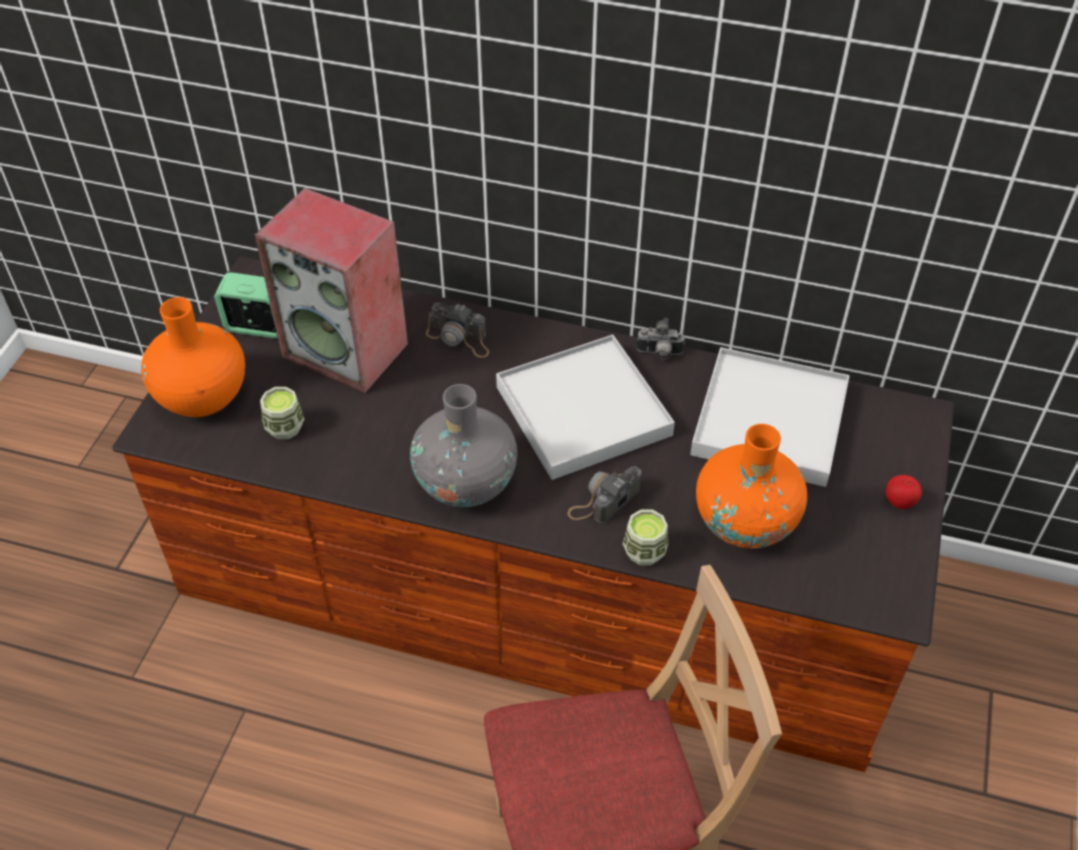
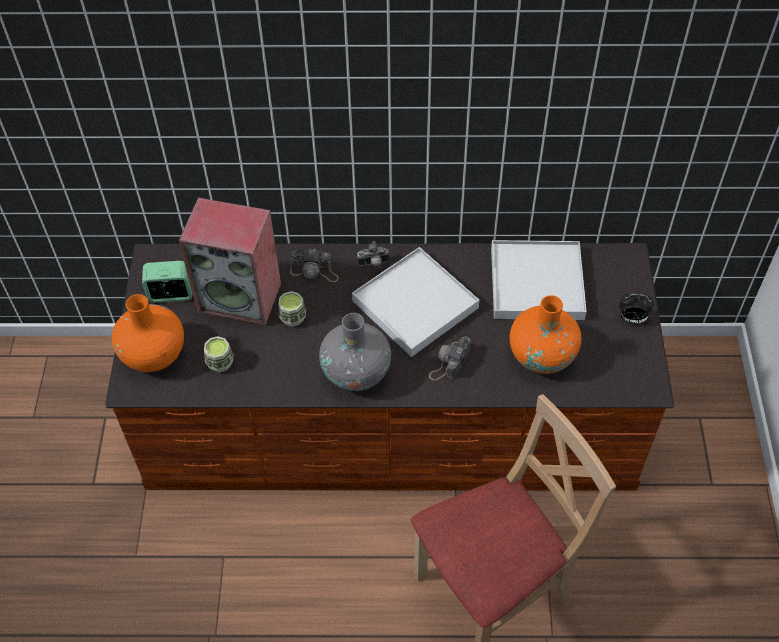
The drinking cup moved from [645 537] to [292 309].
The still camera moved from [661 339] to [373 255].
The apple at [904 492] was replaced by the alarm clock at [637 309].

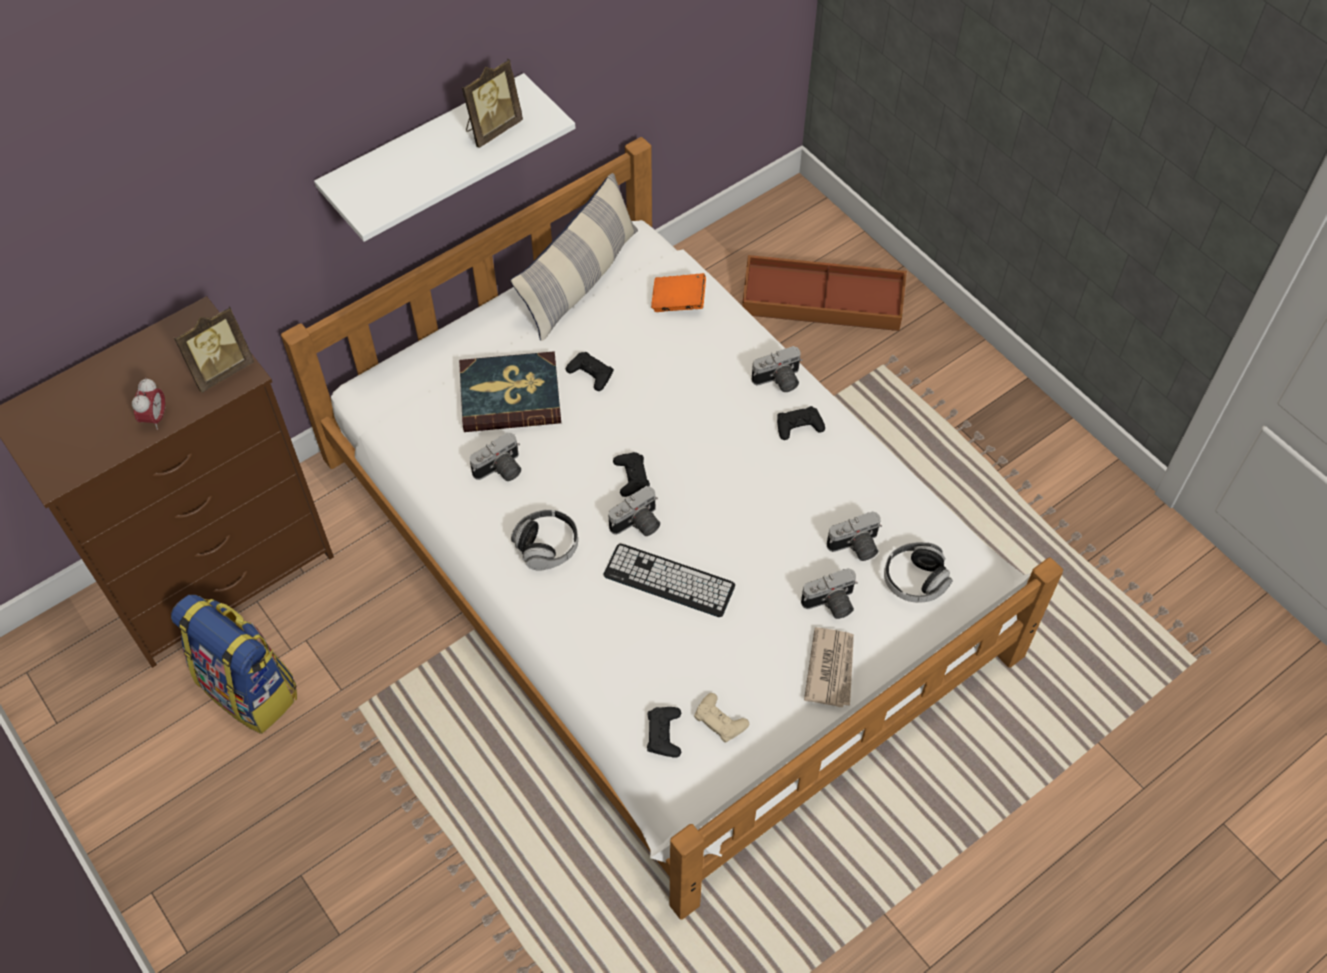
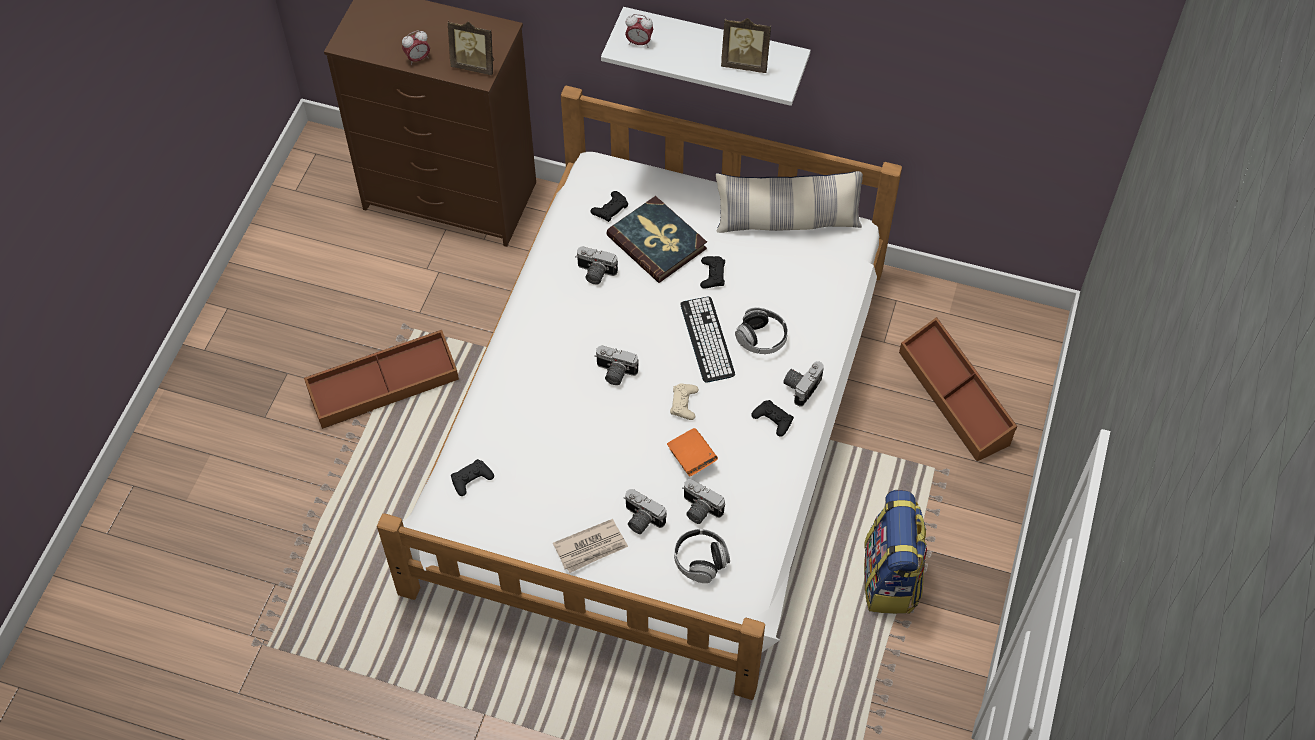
The brown-coloured storage bin at [381 379] appeared.
The alarm clock at [639 30] appeared.
The knapsack moved from [234 664] to [895 552].
The pair of headphones moved from [544 540] to [761 330].
The PC keyboard moved from [669 580] to [707 339].
The black-coloured game controller moved from [631 474] to [609 206].
The orangey volume moved from [678 292] to [692 452].
The sand-coloured game controller moved from [721 718] to [684 401].
The still camera at [777 369] turned 90 degrees clockwise.

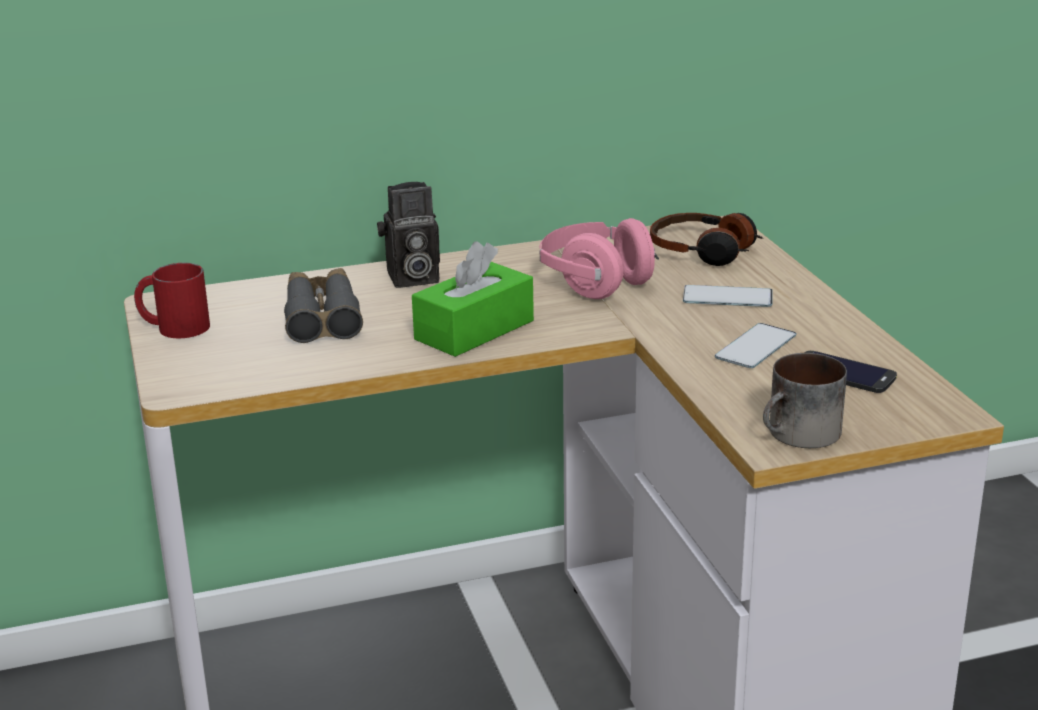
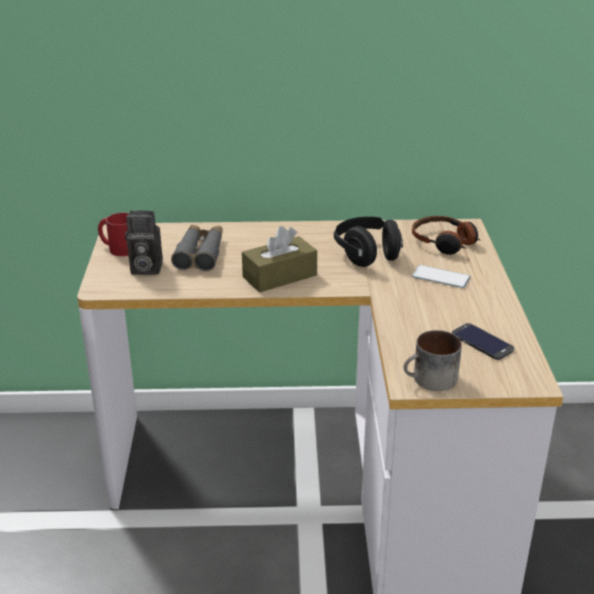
The phone at [756 345] disappeared.
The still camera moved from [408 235] to [144 242].
The greenish tissue holder at [473 299] became the brown-coloured tissue holder at [279 259].
The pinkish pair of headphones at [599 258] became the black-coloured pair of headphones at [368 242].

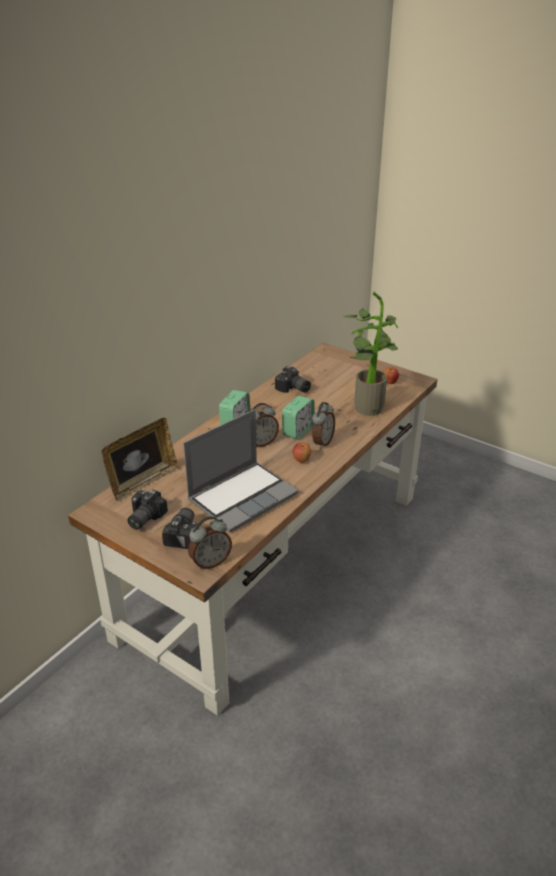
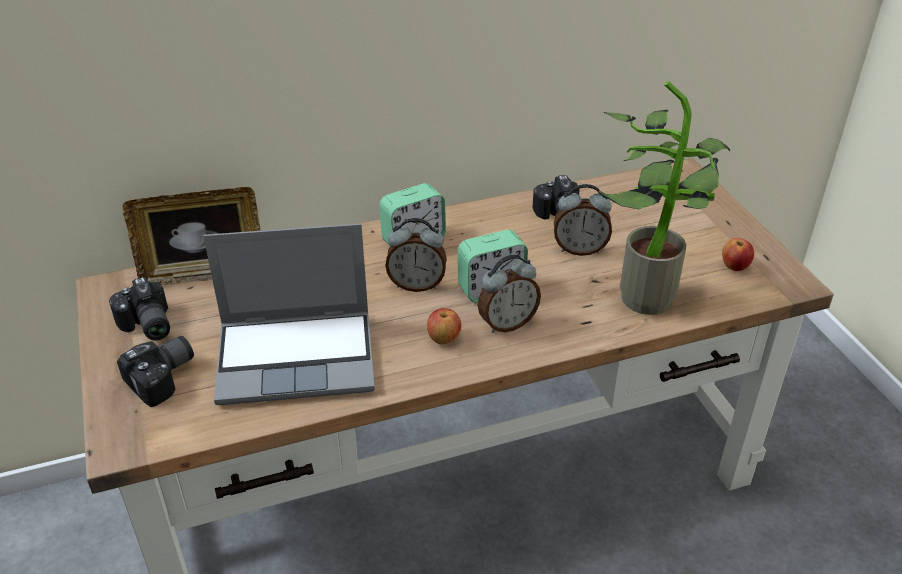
The alarm clock moved from [210 543] to [583 220].
The still camera at [148 509] turned 90 degrees counterclockwise.

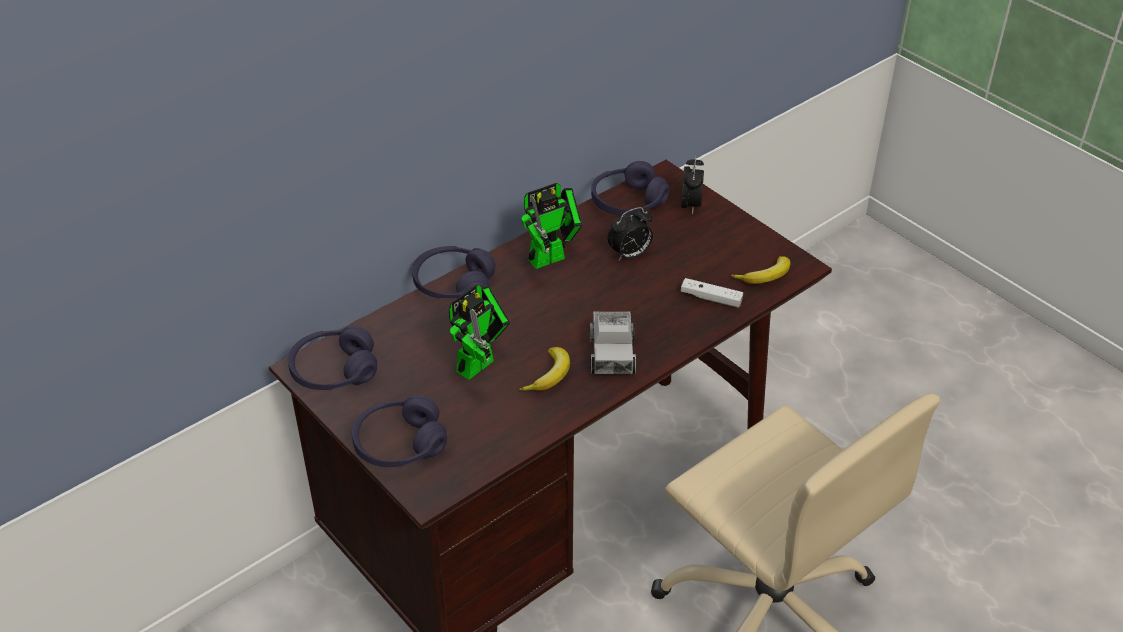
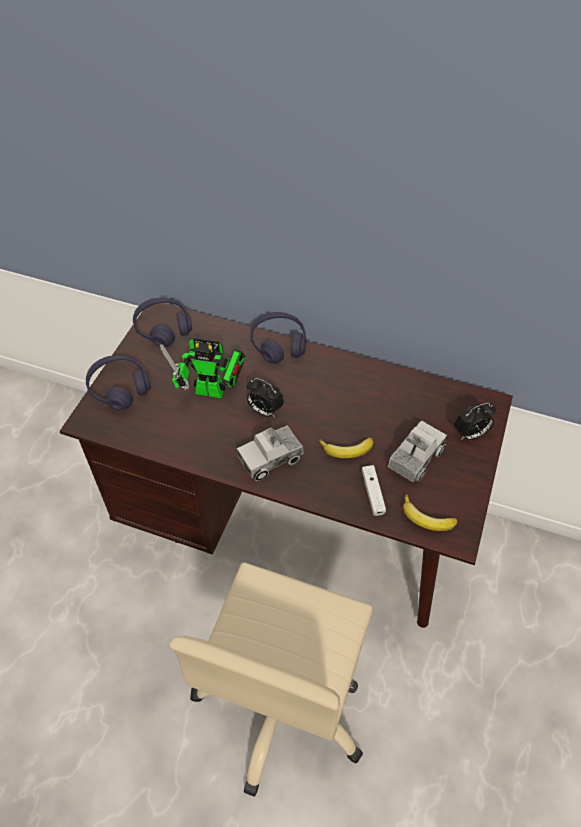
The model robot at [551 226] disappeared.
The purplish pair of headphones at [630 188] disappeared.
The toy lorry at [417 451] appeared.
The whole banana moved from [544 369] to [346 448].
The alarm clock moved from [630 233] to [265 397].

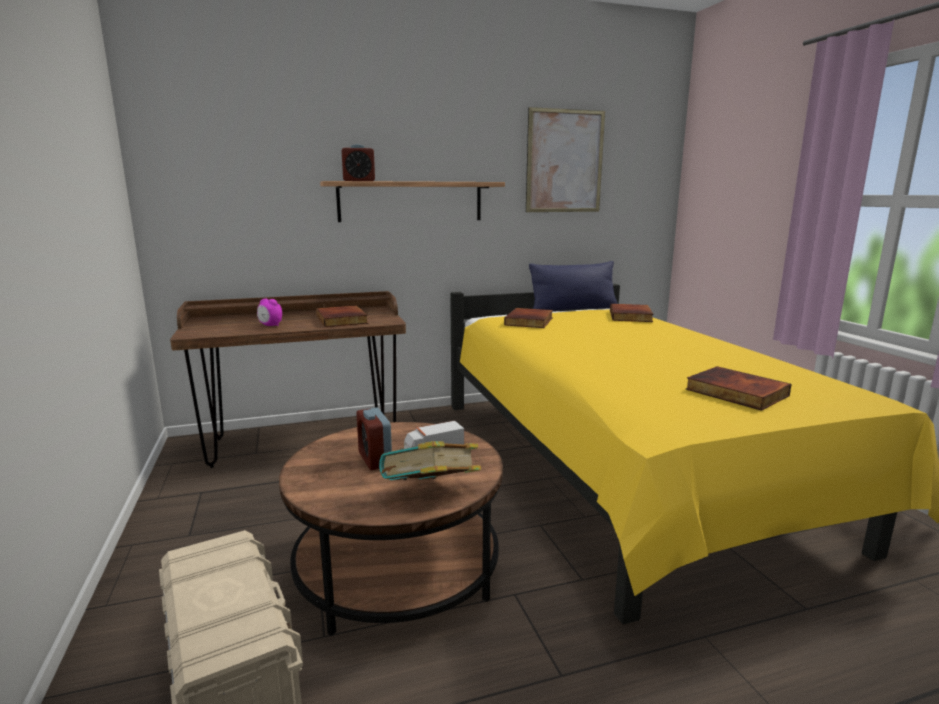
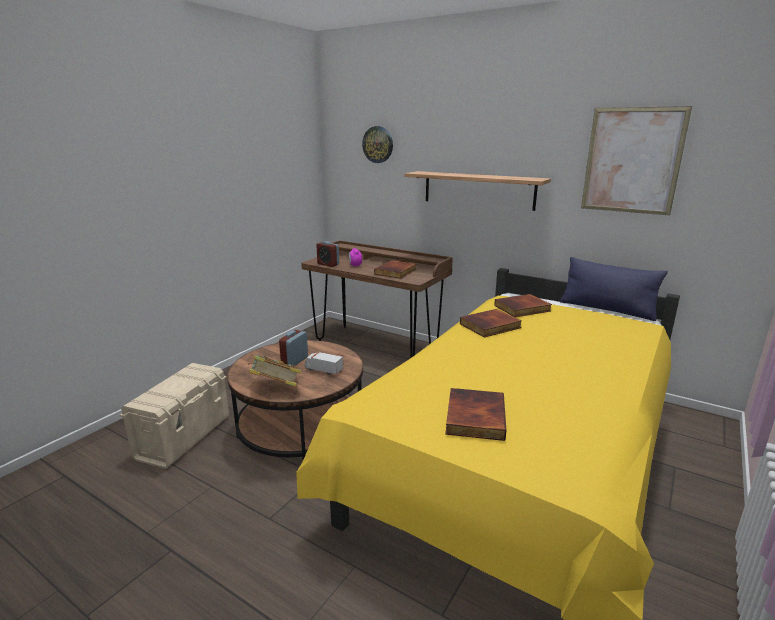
The clock on the wall at [377 144] appeared.
The alarm clock moved from [358 162] to [327 254].
The volume moved from [632 313] to [491 323].

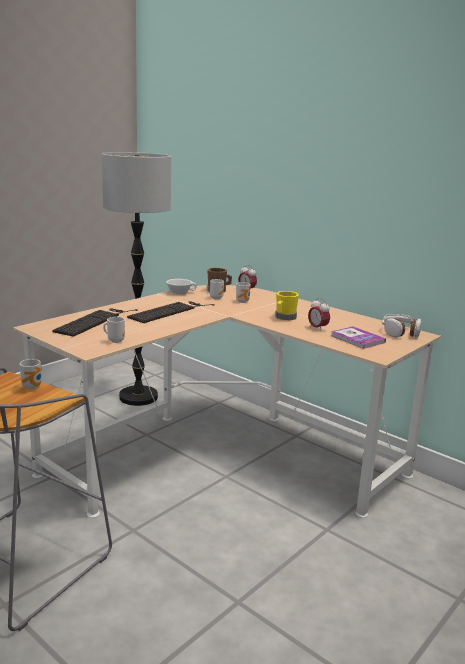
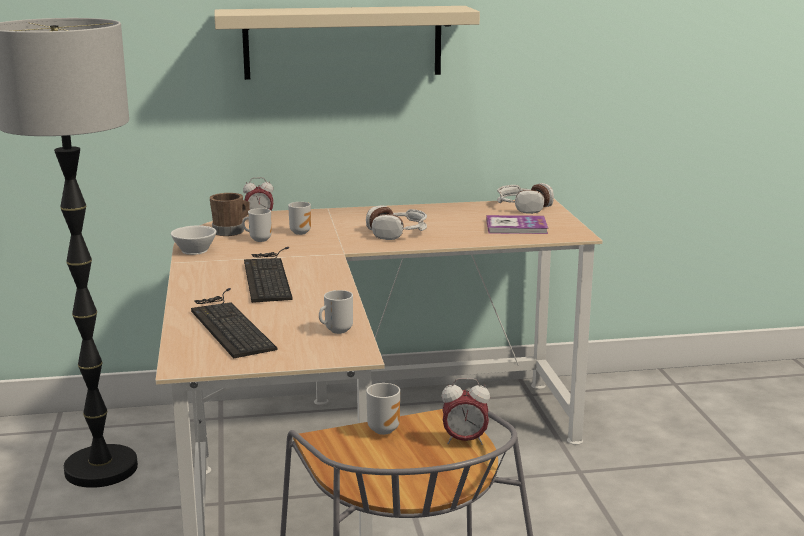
The sand-coloured wall shelf at [347 43] appeared.
The alarm clock moved from [319 315] to [465 411].
The yellow coffee mug at [287 306] was replaced by the pair of headphones at [396 222].

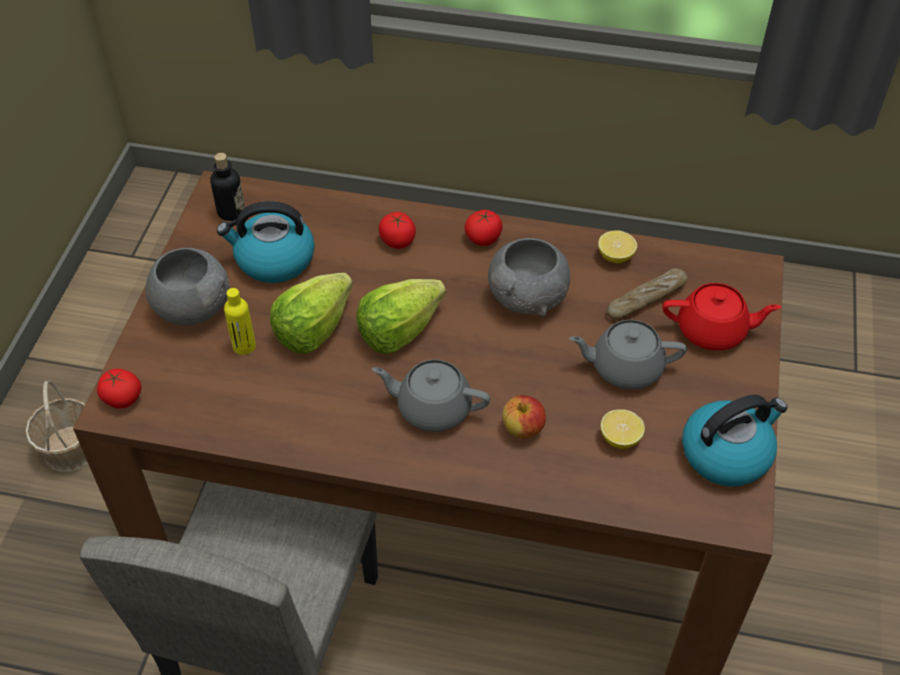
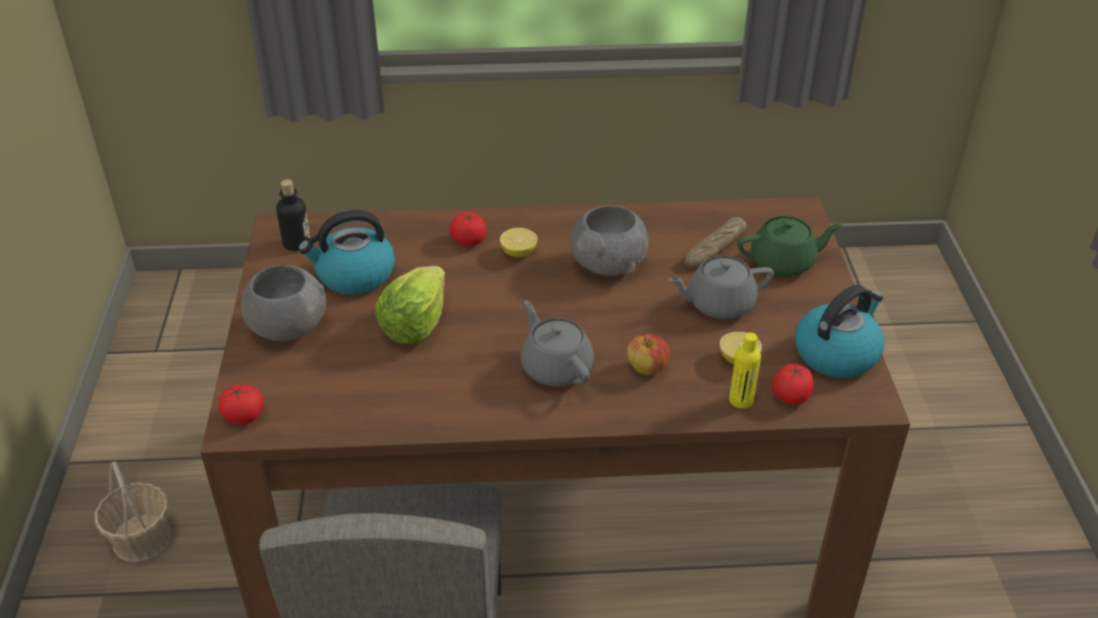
The head of lettuce at [401 316] disappeared.
The yellow beverage bottle moved from [240 321] to [745 371].
The whole tomato moved from [484 228] to [793 384].
The citrus fruit moved from [617 246] to [518 242].
The red pot for tea at [721 317] became the greenish pot for tea at [789 246].
The greyish pot for tea at [431 395] turned 60 degrees clockwise.

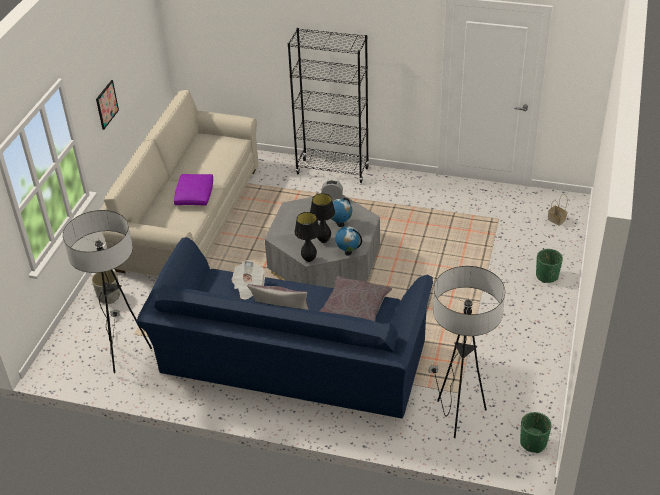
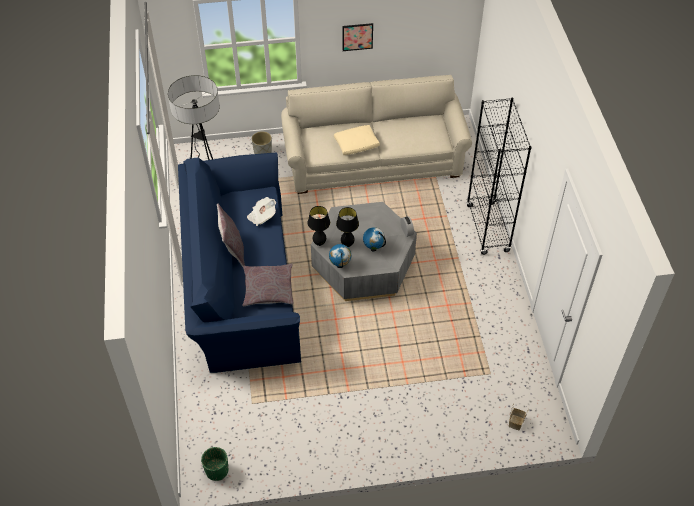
The standing lamp at [467 352] disappeared.
The greenish planter at [549 266] disappeared.
The purplish throw pillow at [193 189] became the sand-coloured throw pillow at [357 140].

